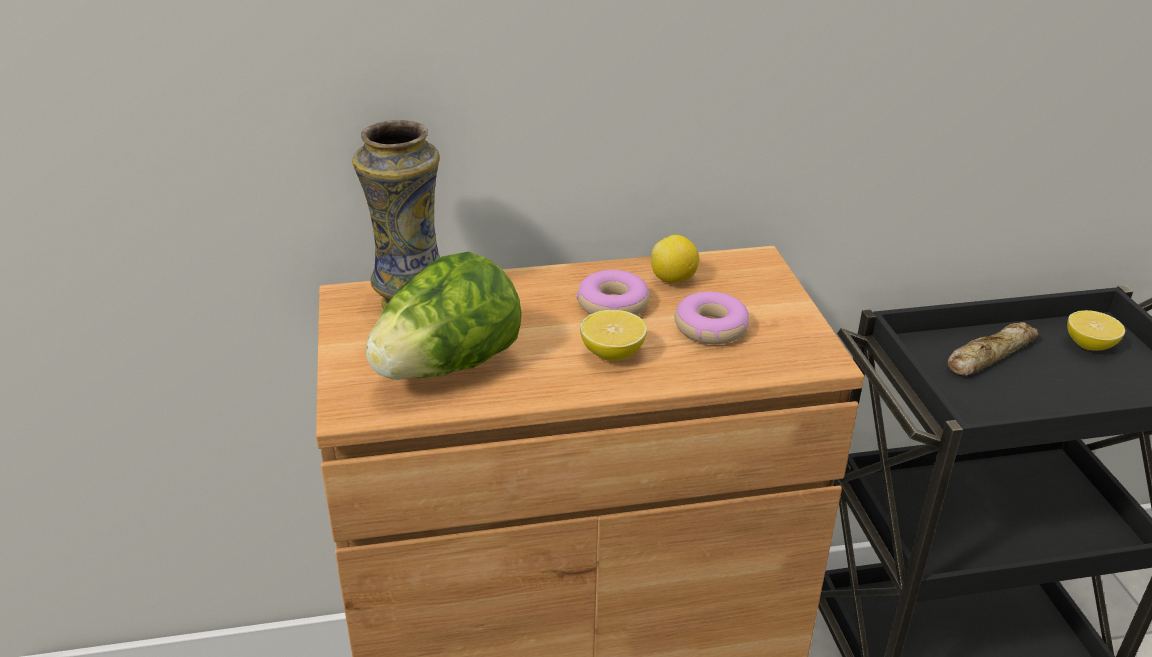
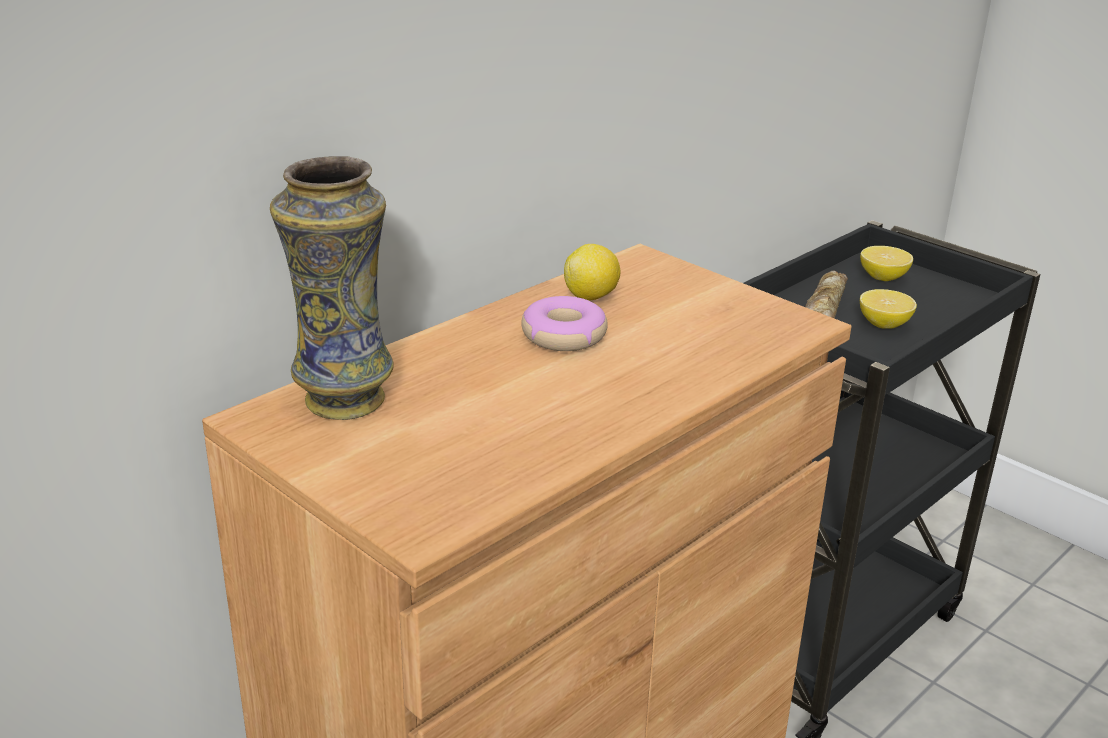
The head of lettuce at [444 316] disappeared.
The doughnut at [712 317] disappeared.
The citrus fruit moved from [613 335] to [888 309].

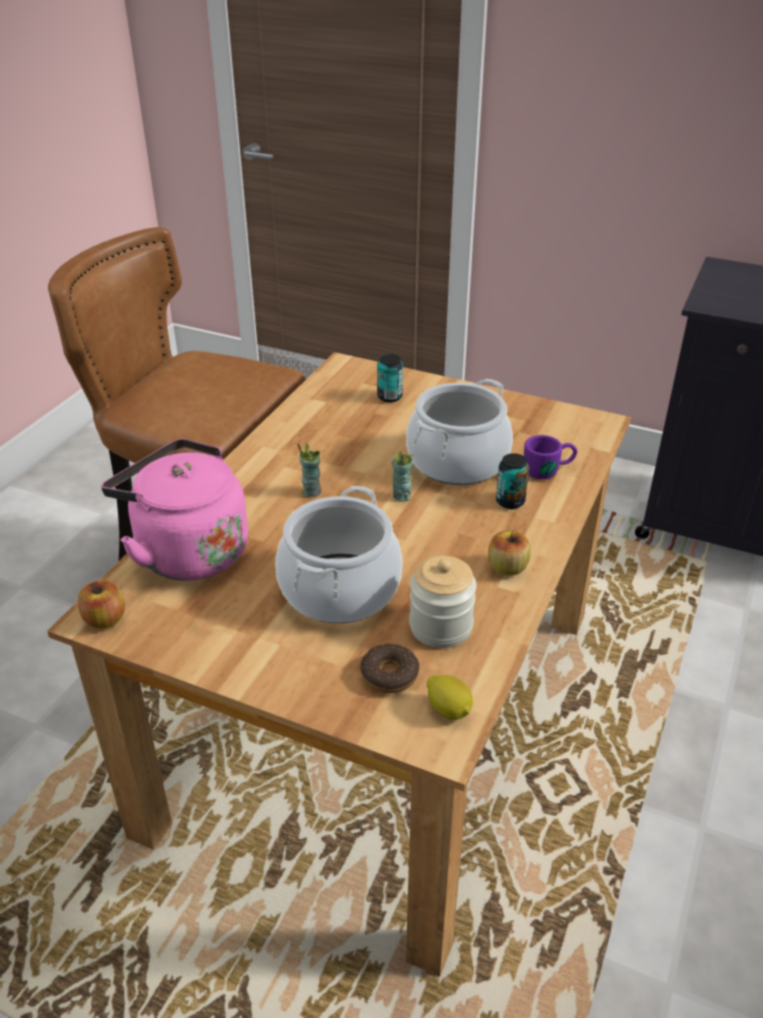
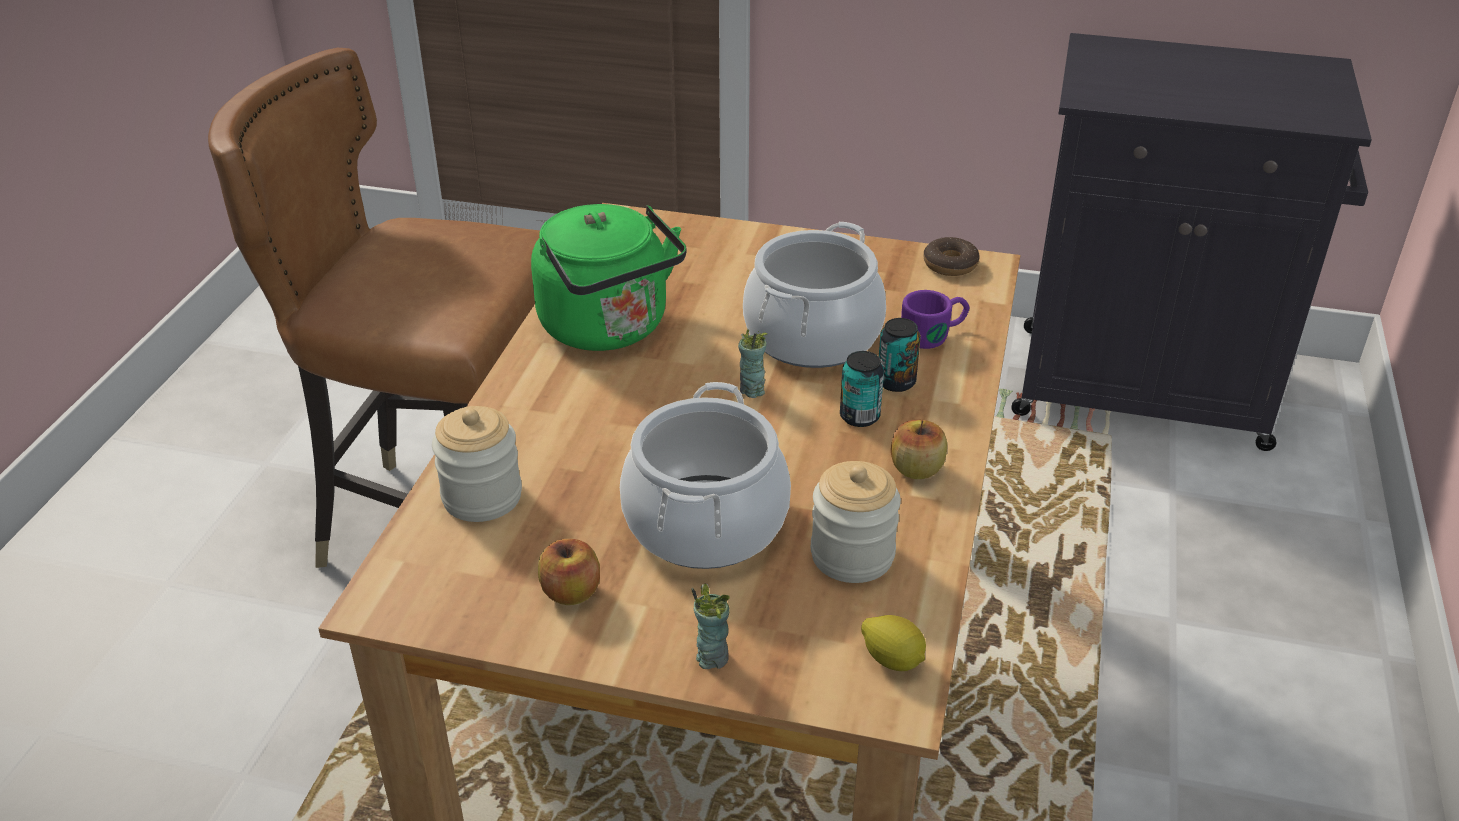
The greenish water kettle at [609 277] appeared.
The apple moved from [101 604] to [569 572].
The drinking cup moved from [309 470] to [710 626].
The doughnut moved from [389 668] to [951 256].
The metal can moved from [390 378] to [862 389].
The pinkish water kettle at [174 510] was replaced by the preserve jar at [477 464].

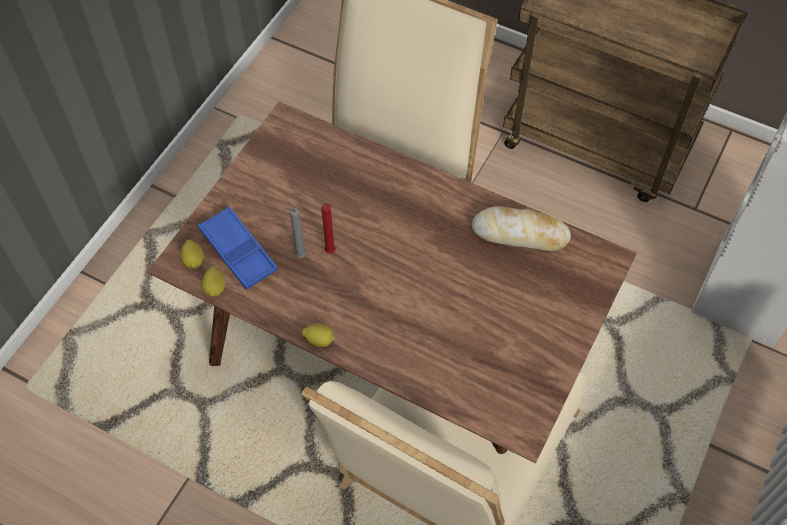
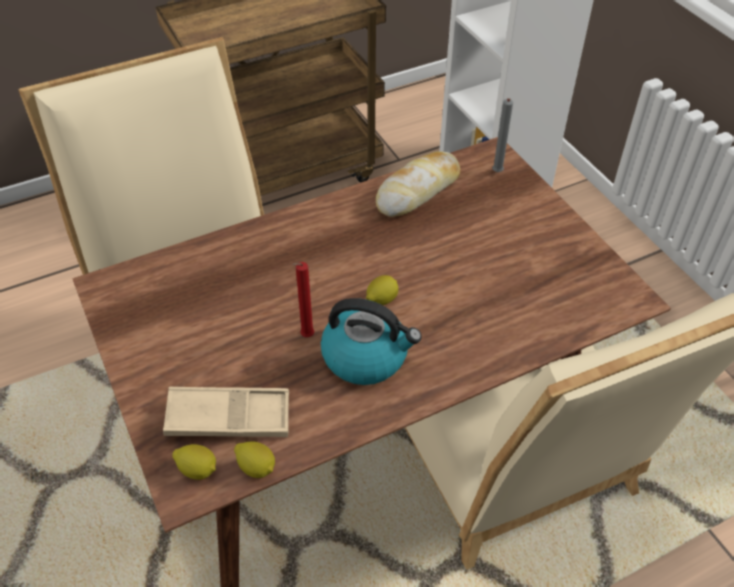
The water kettle at [371 341] appeared.
The greyish wax light moved from [295 233] to [502 135].
The citrus fruit moved from [318 335] to [382 290].
The blue serving tray at [238 248] became the sand-coloured serving tray at [226 412].

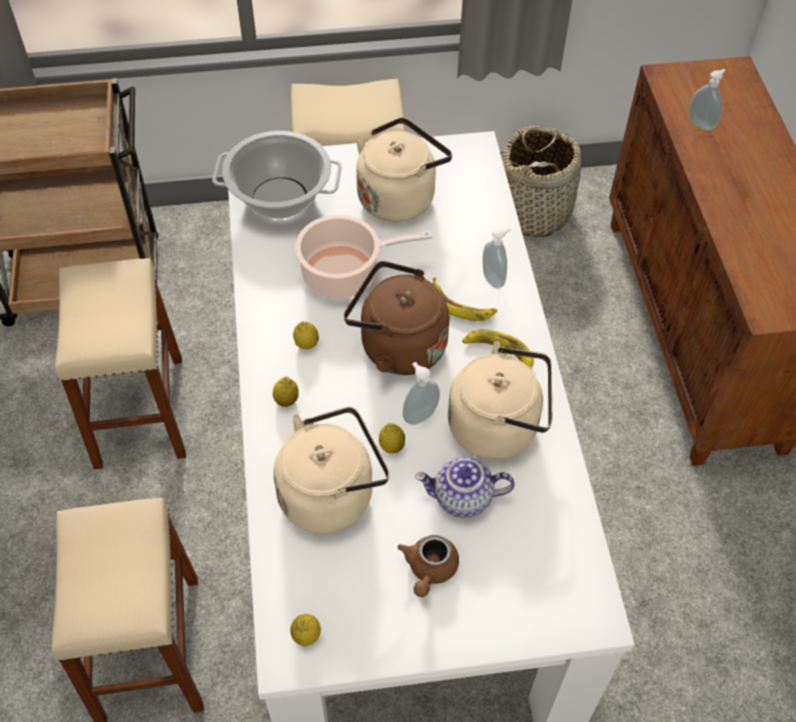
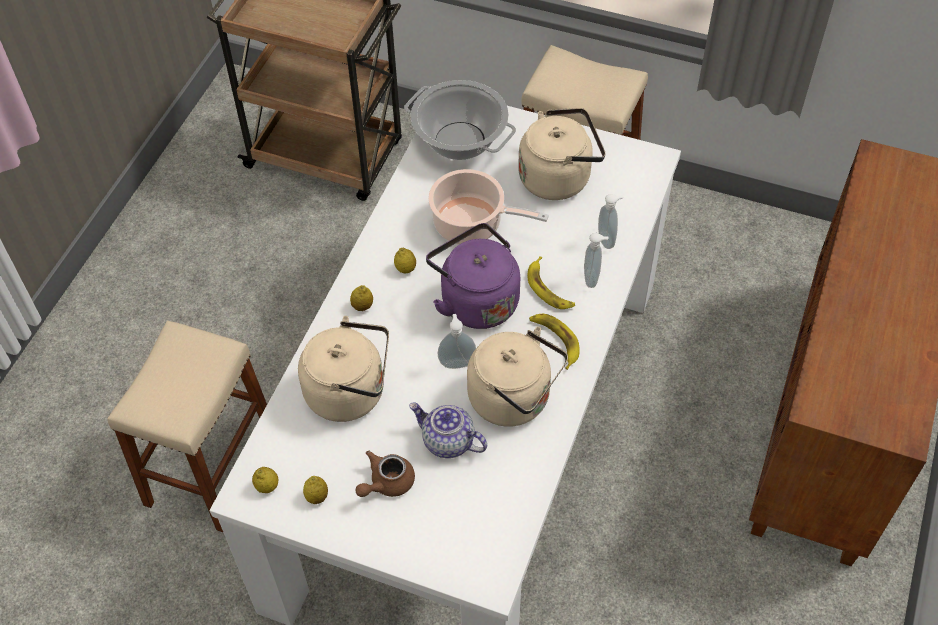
The sand-coloured stool seat at [120 363] disappeared.
The household basket at [541 181] disappeared.
The citrus fruit moved from [392 438] to [315 490].
The liquid soap bottle moved from [707 100] to [610 221].
The brown-coloured water kettle at [397 318] became the purplish water kettle at [473 276].

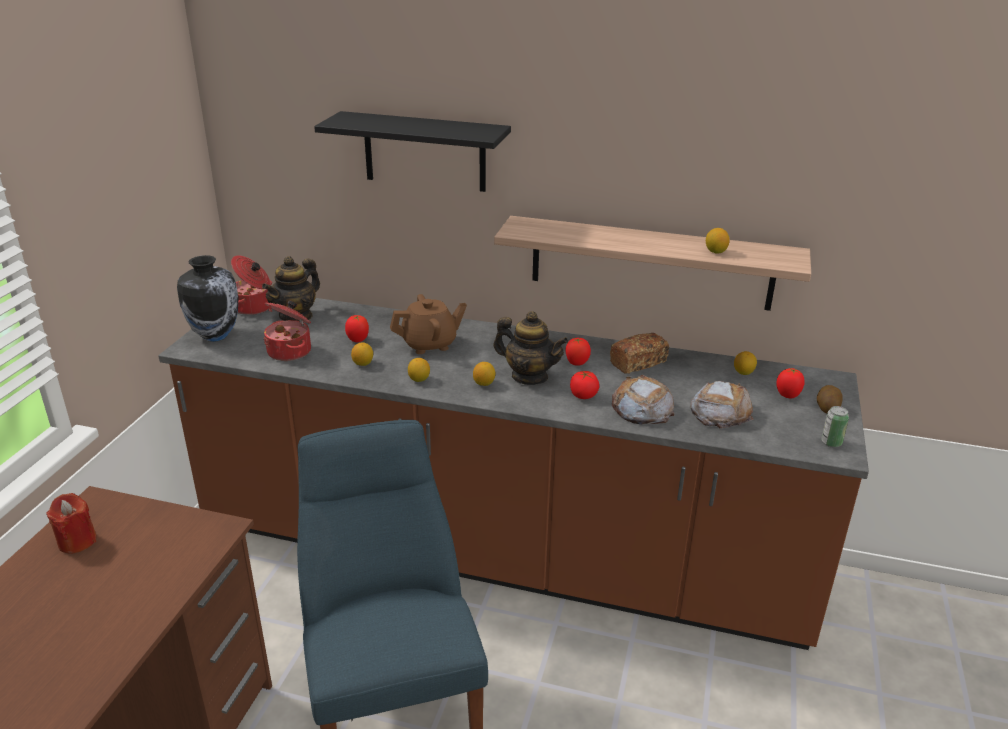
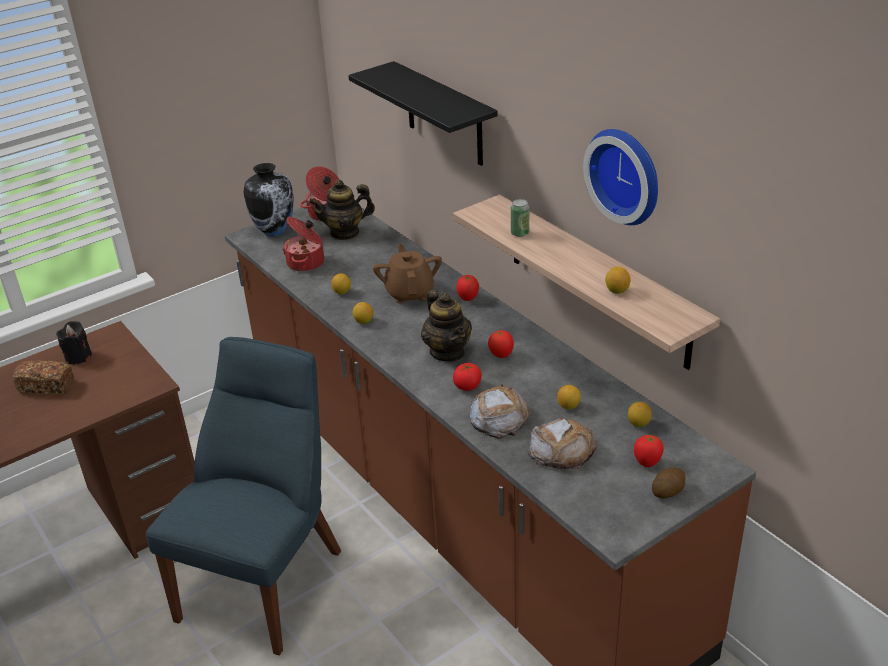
The clock on the wall at [620 177] appeared.
The whole tomato moved from [357 328] to [467 288].
The citrus fruit moved from [484 374] to [569 397].
The bread moved from [639 353] to [43 377].
The metal can moved from [835 426] to [520 218].
The red wax light at [71 523] became the black-coloured wax light at [74 343].
The brown-coloured pot for tea at [428 324] turned 120 degrees counterclockwise.

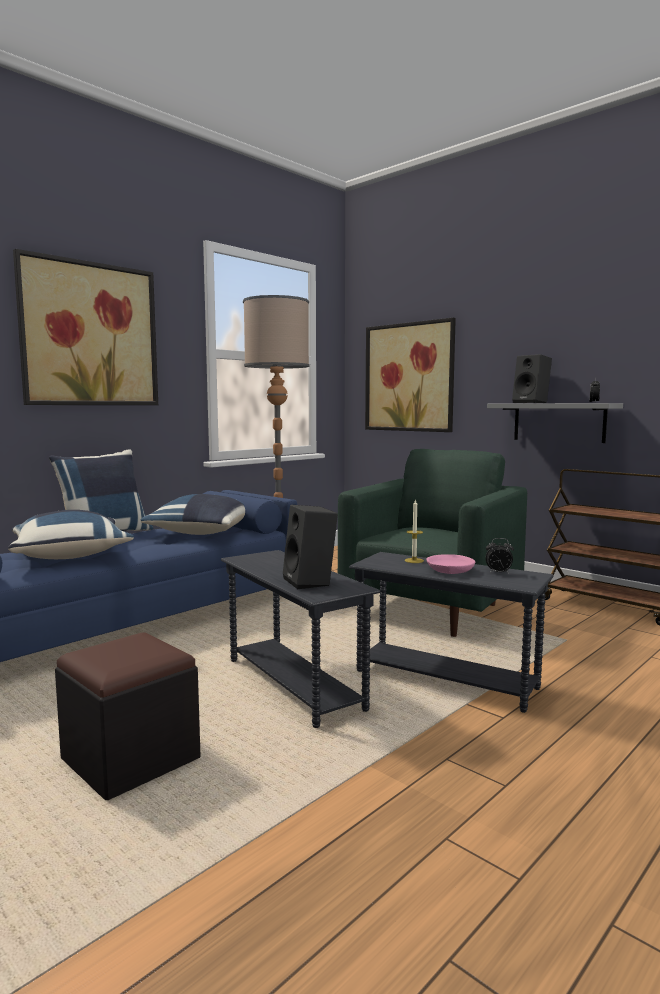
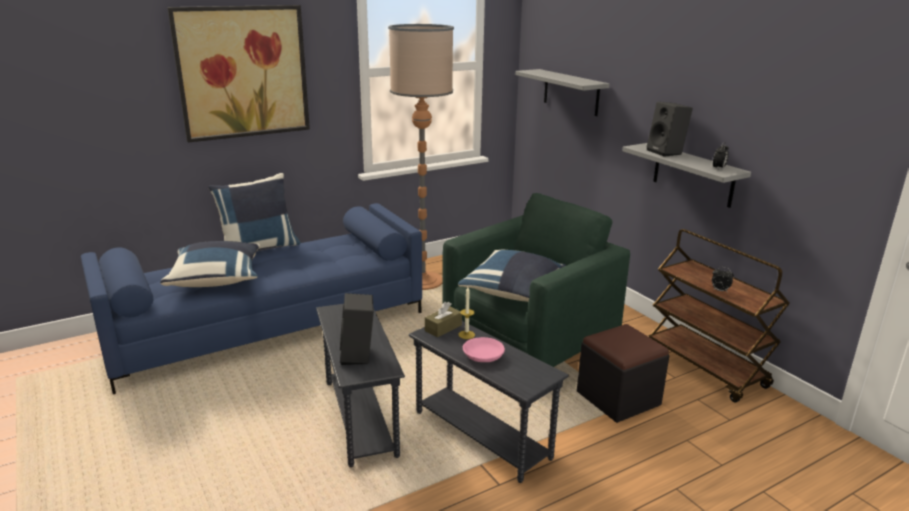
The brown-coloured tissue holder at [443 320] appeared.
The black-coloured pouffe moved from [128 716] to [623 373].
The blue throw pillow moved from [193 514] to [512 276].
The alarm clock moved from [499 556] to [723 280].
The wall art at [410 375] was replaced by the greyish wall shelf at [562 92].

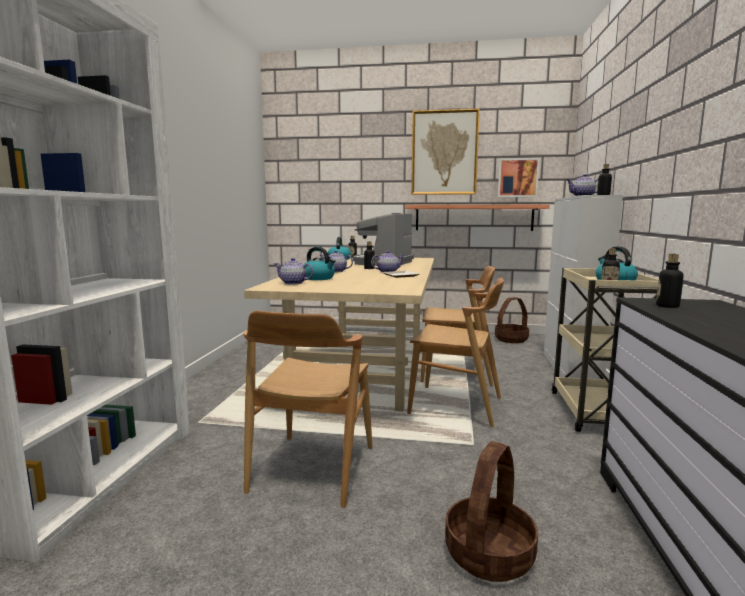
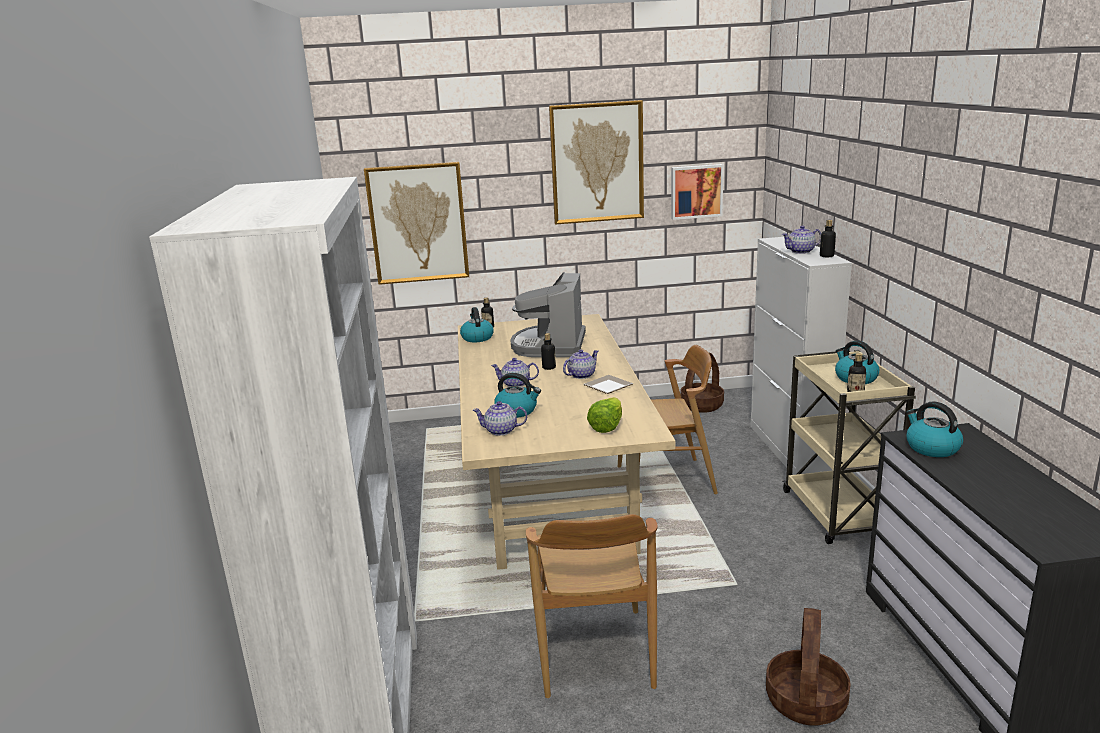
The wall shelf at [477 218] disappeared.
The brown-coloured upright chair at [455 353] disappeared.
The wall art at [416 223] appeared.
The head of lettuce at [604 415] appeared.
The beverage bottle at [670 281] was replaced by the water kettle at [934 429].

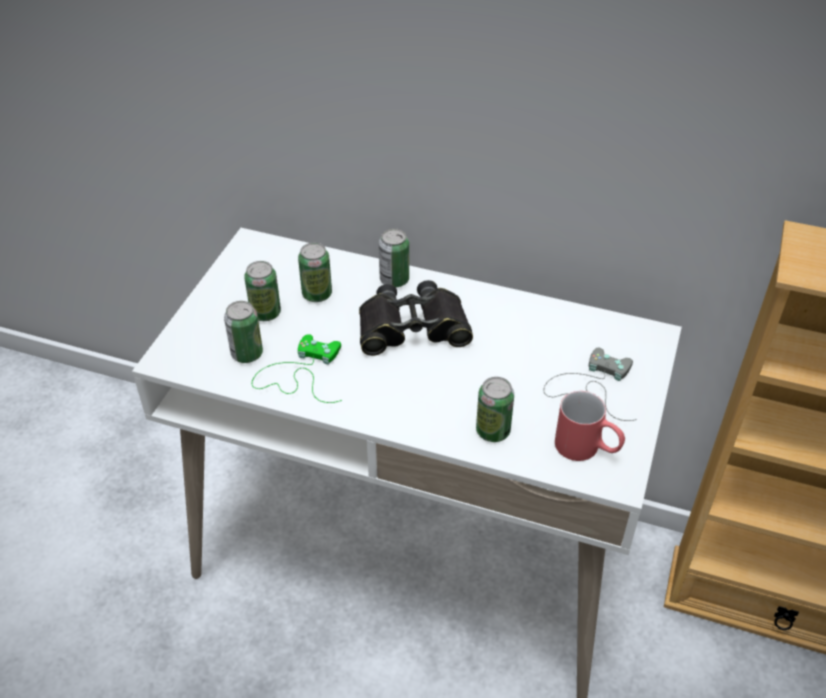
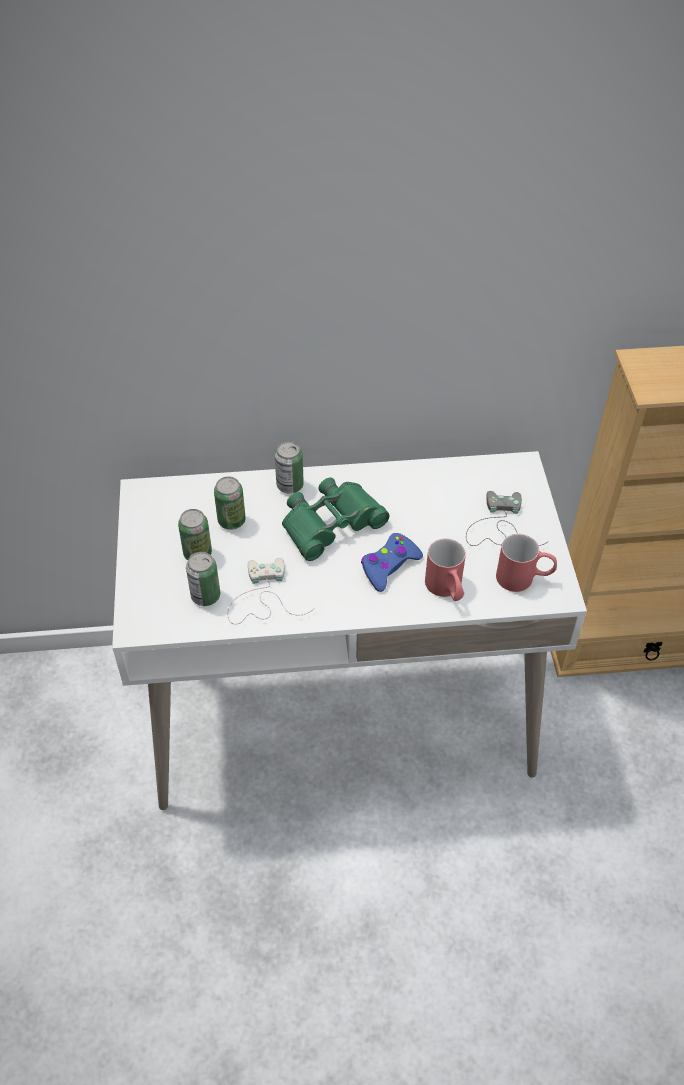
The blue game controller at [392 562] appeared.
The metal can at [495 409] was replaced by the red coffee mug at [445 570].
The greenish game controller at [297 368] became the white-coloured game controller at [271 591].
The black-coloured field glasses at [416 318] became the greenish field glasses at [336 519].

